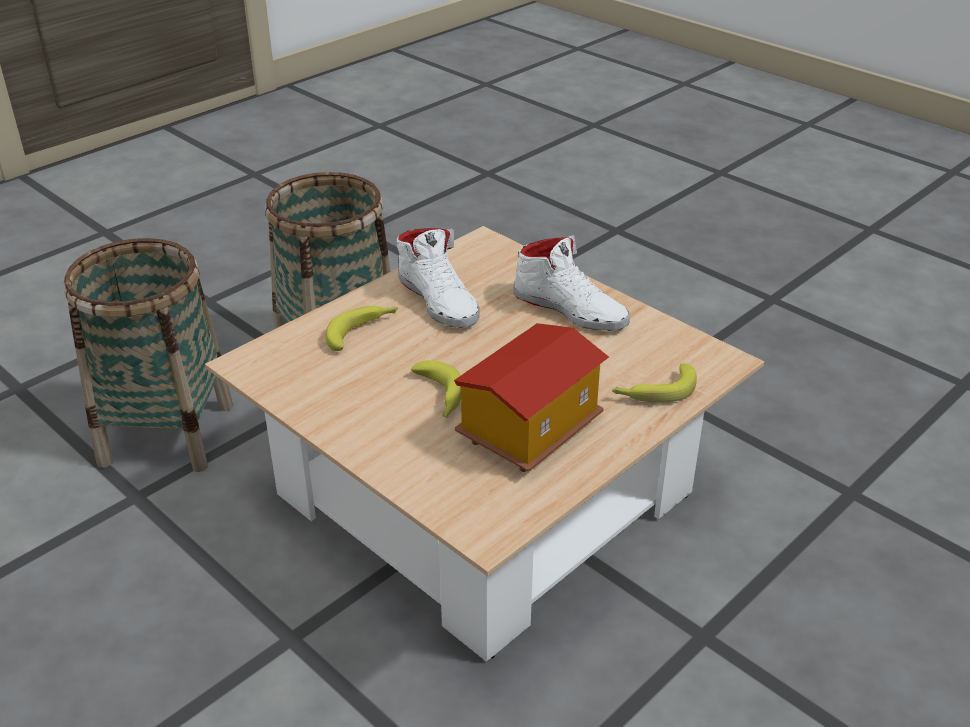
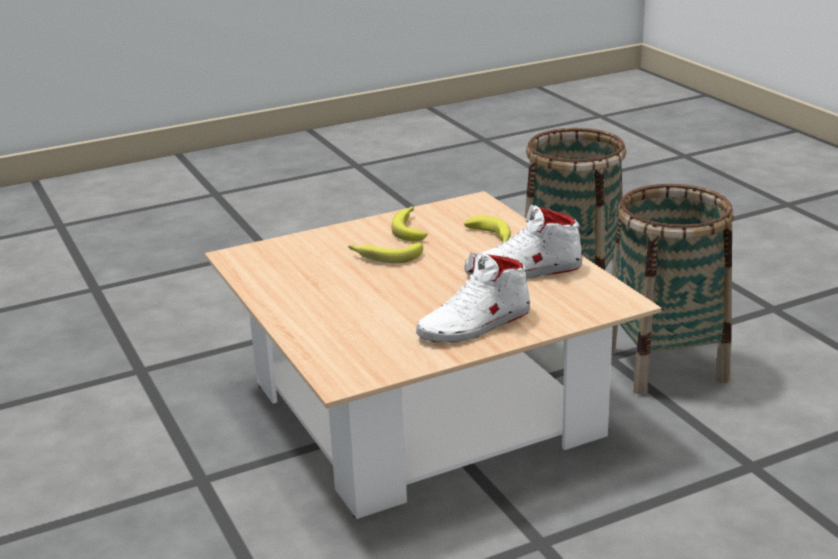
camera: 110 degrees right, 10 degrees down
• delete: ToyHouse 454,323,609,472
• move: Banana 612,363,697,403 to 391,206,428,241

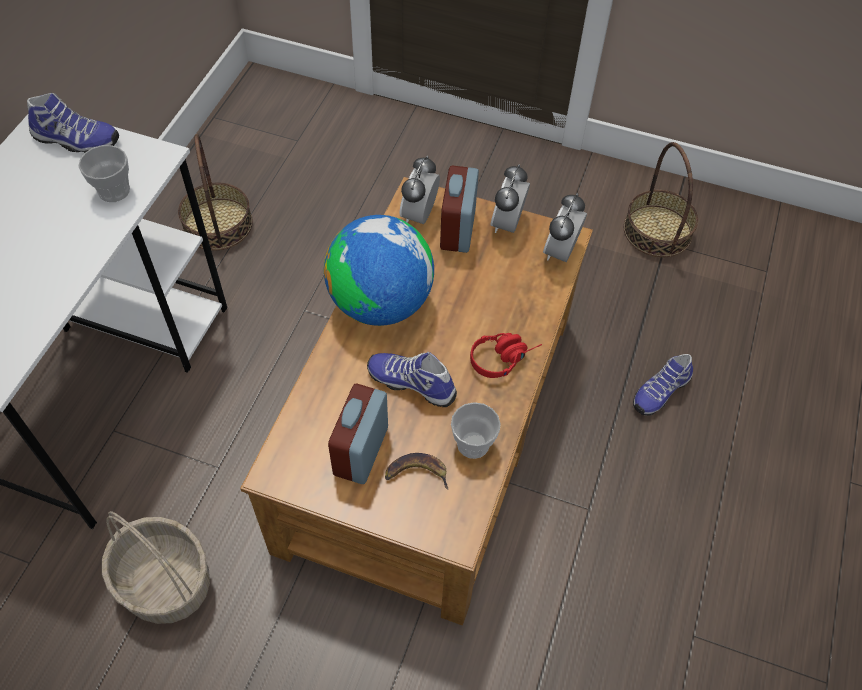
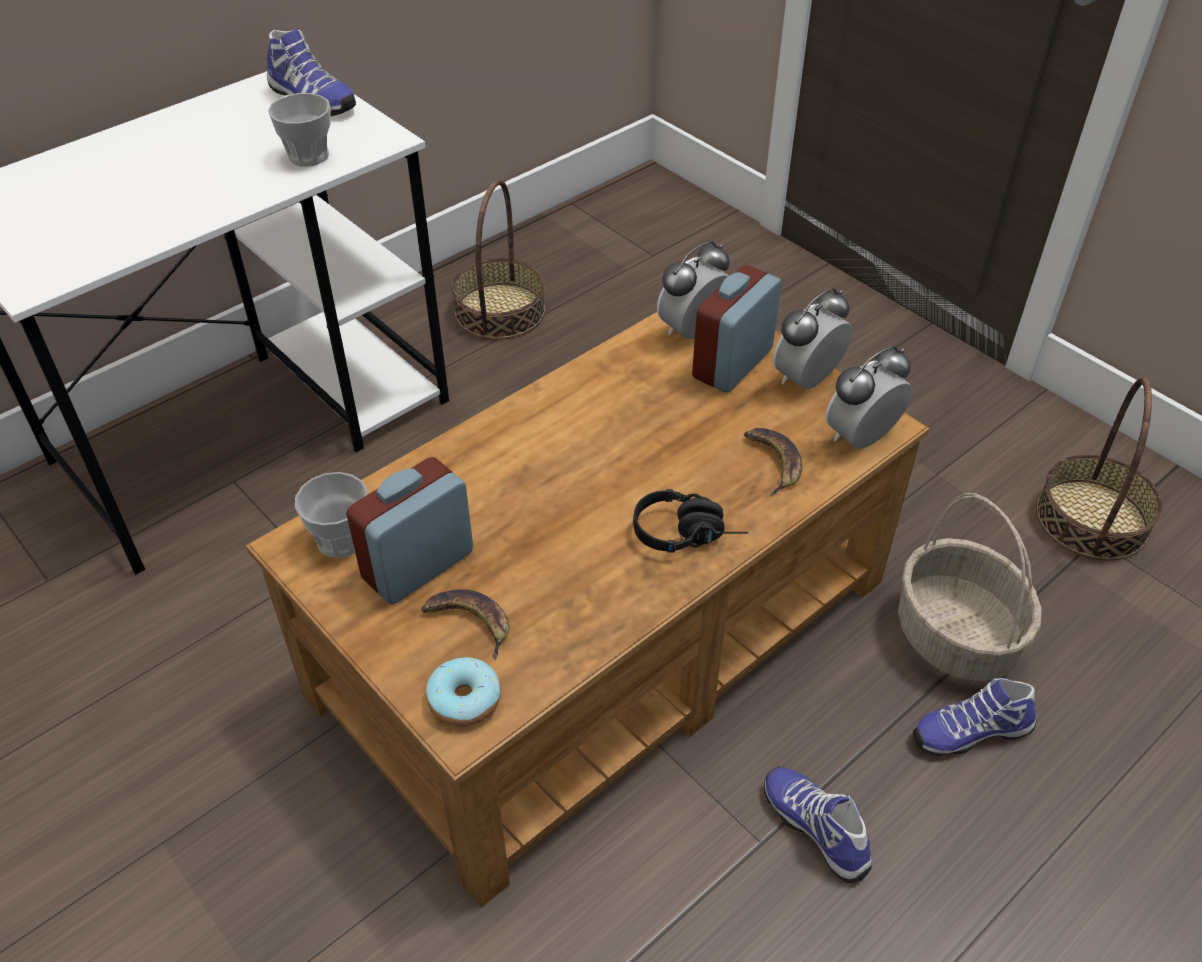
camera: 30 degrees right, 10 degrees down
• move: Basket 102,511,210,624 to 898,493,1042,681
• delete: Globe 324,215,434,326
• move: Shoe 367,352,457,407 to 764,766,871,883
• move: Cup 451,402,501,459 to 295,472,368,558
• recolor: RedHeadphones 470,333,542,378 to BlackHeadphones 633,489,748,553
• insert: Donut 426,657,501,727
• insert: Banana 744,428,802,496

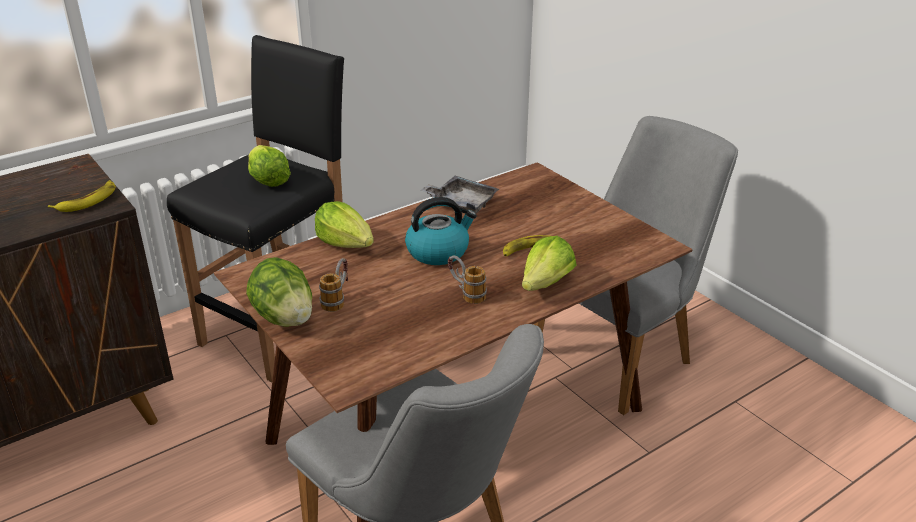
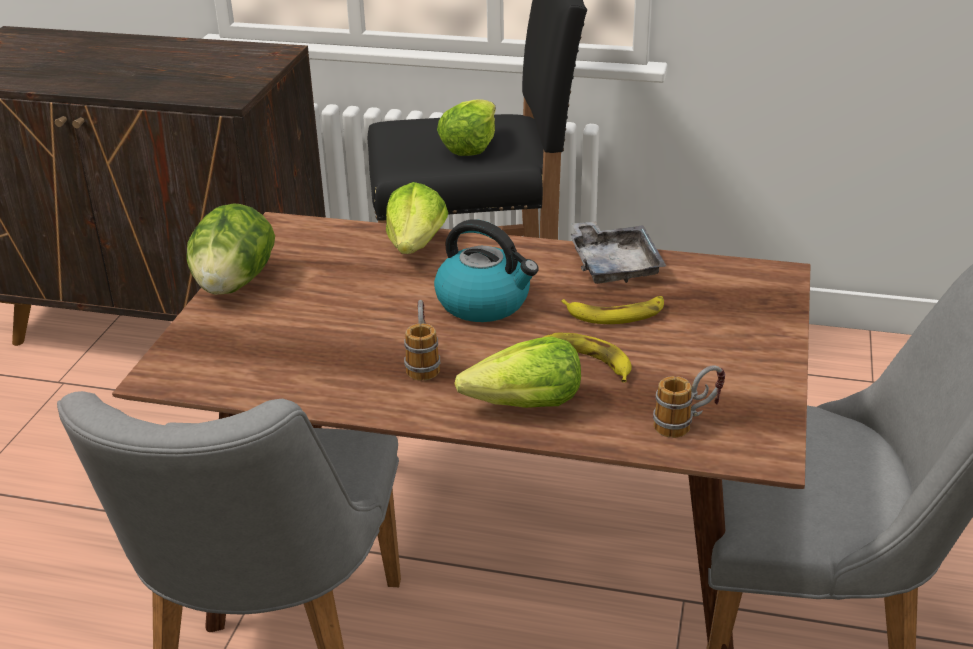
camera: 50 degrees right, 0 degrees up
• move: Banana 48,180,116,212 to 561,296,664,324
• move: Mug 319,258,348,312 to 653,365,725,438

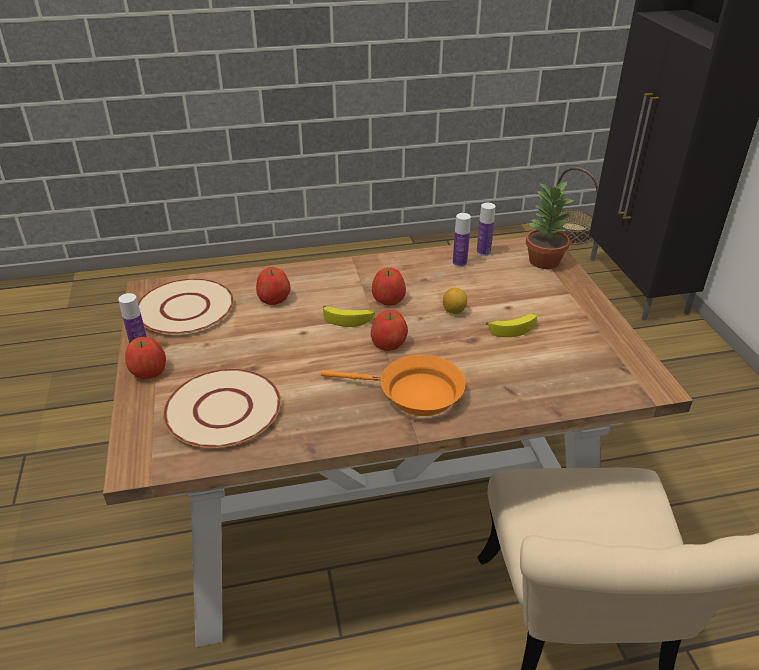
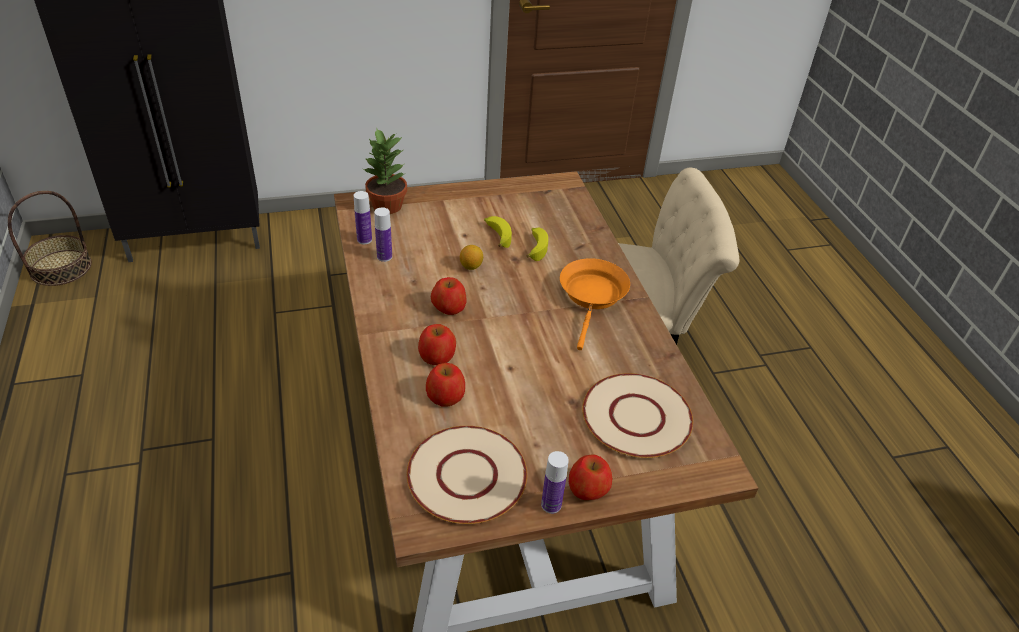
camera: 95 degrees left, 5 degrees up
• move: Banana 323,306,375,327 to 526,228,548,261
• move: Apple 371,310,408,351 to 418,324,456,365

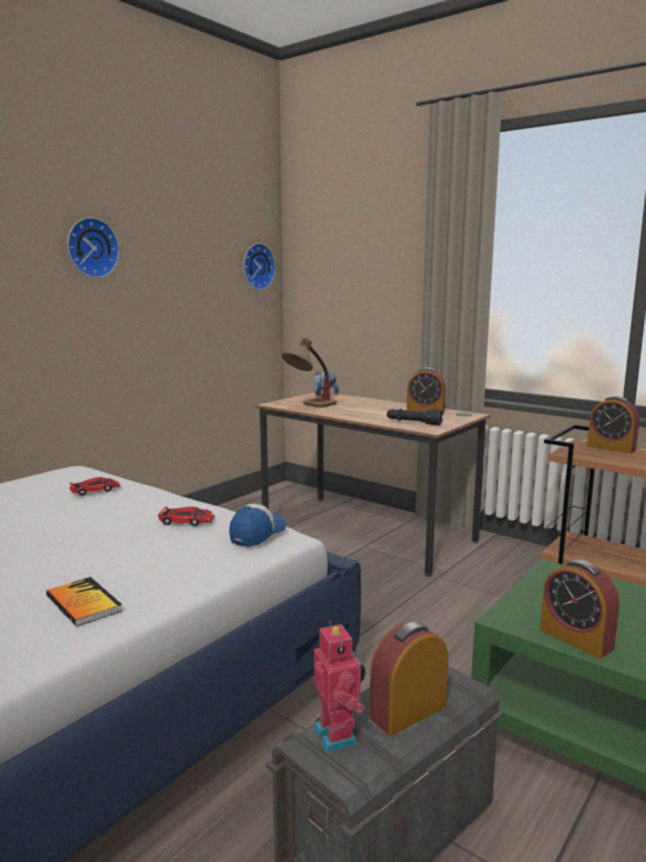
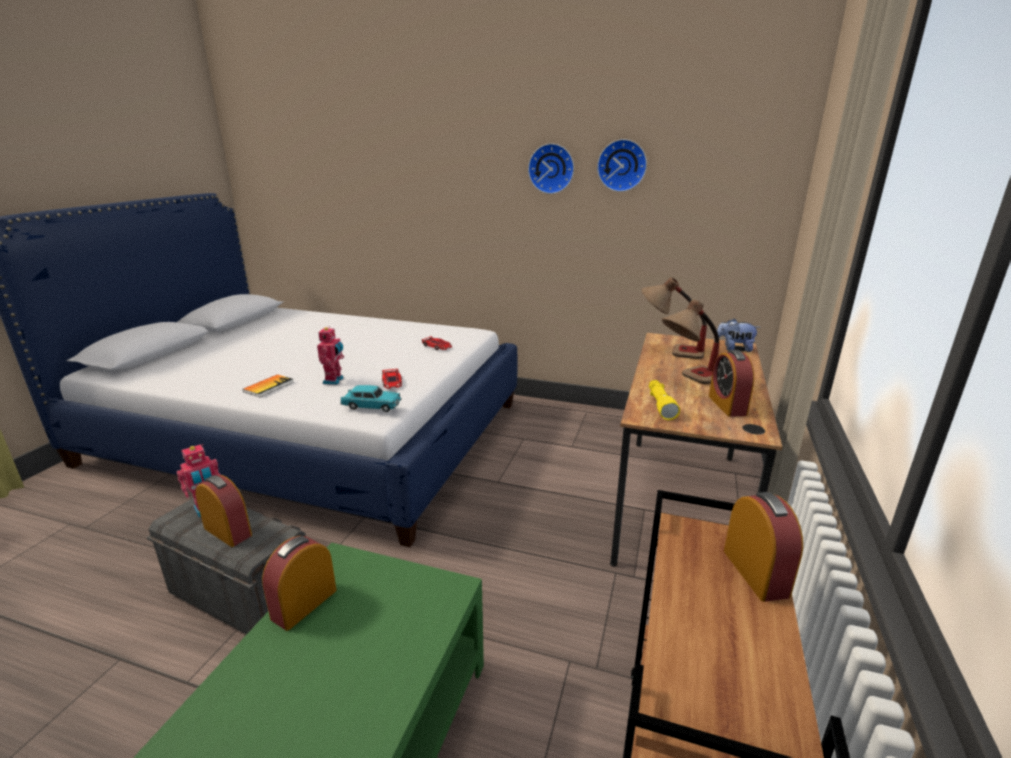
camera: 70 degrees right, 10 degrees up
• replace: Cap 229,504,286,547 to TurquoiseToyCar 340,385,402,412
• move: WallClock 244,243,275,290 to 597,139,647,192
• recolor: BlackFlashlight 387,408,443,426 to YellowFlashlight 649,380,680,420
• rotate: AlarmClock 587,396,639,454 = 724,492,803,602 150 degrees clockwise
• insert: ToyRobot 317,326,344,385
• insert: TableLamp 662,299,719,384

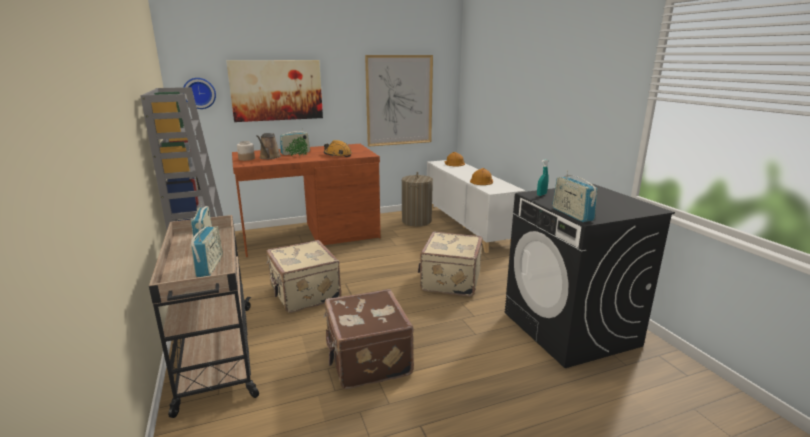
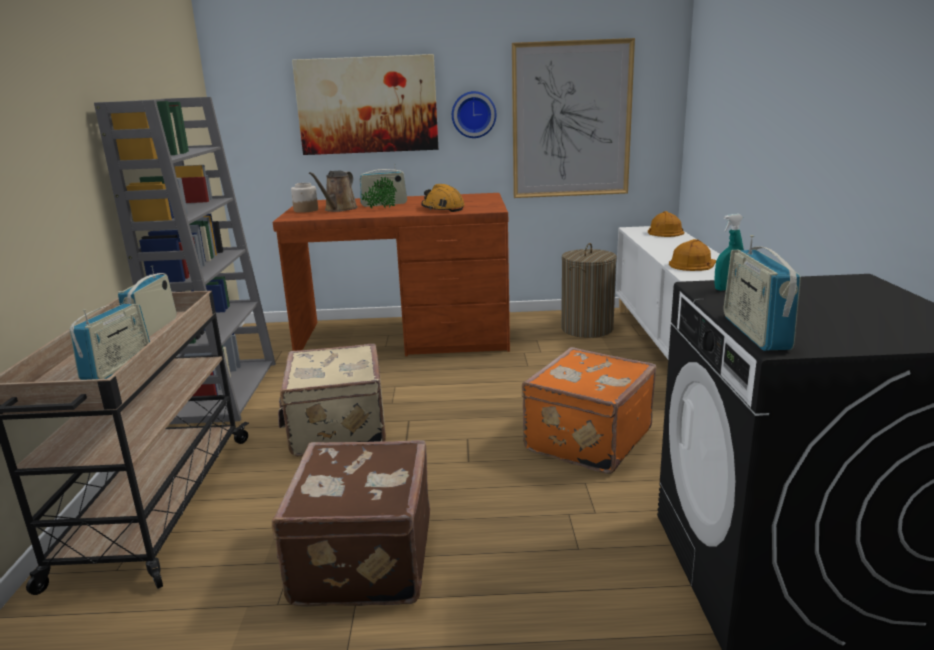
camera: 20 degrees right, 0 degrees up
• move: WallClock 184,78,216,109 to 452,91,496,138
• recolor: BeigeSuitcase 418,231,482,296 to OrangeSuitcase 522,347,657,474

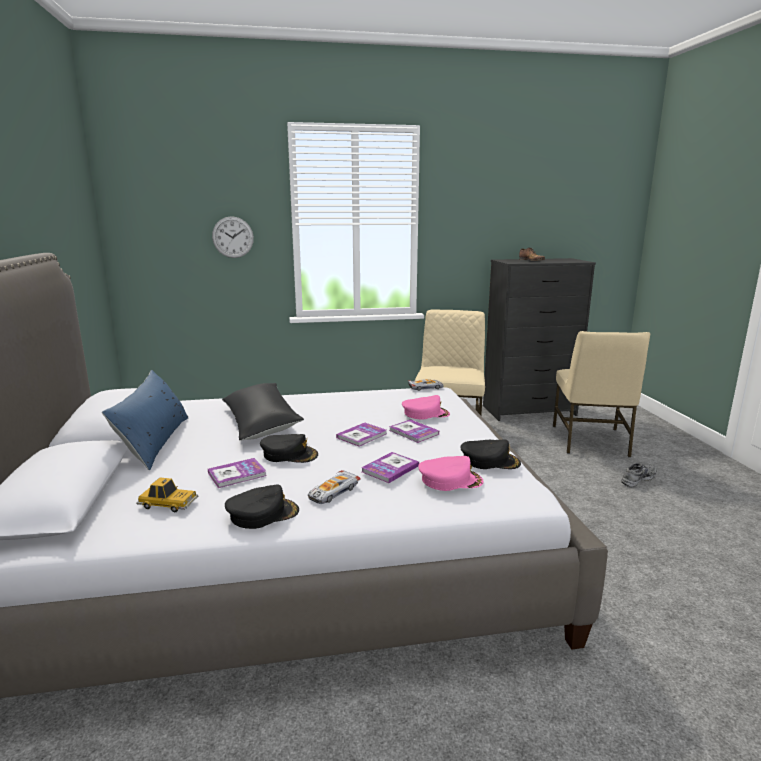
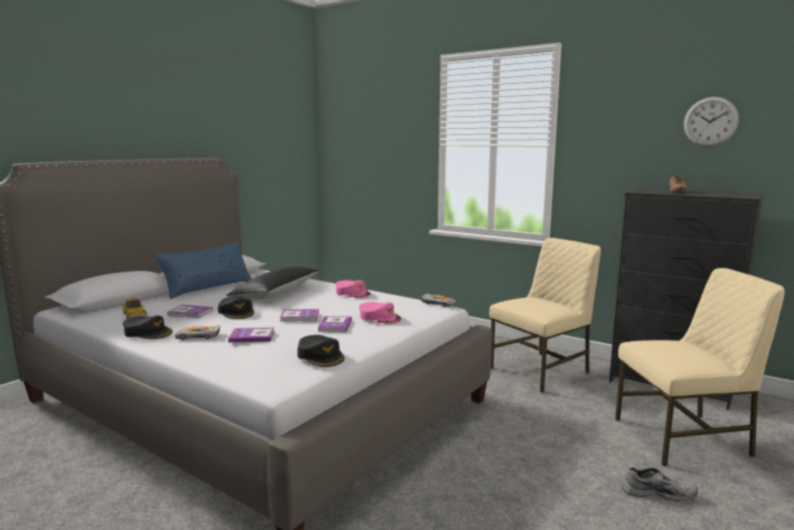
camera: 45 degrees right, 5 degrees down
• move: WallClock 212,216,254,258 to 684,97,739,147
• move: PinkCap 418,456,484,491 to 335,280,371,298
• rotate: BeigeChair 553,331,650,457 = 615,268,785,466 150 degrees counterclockwise

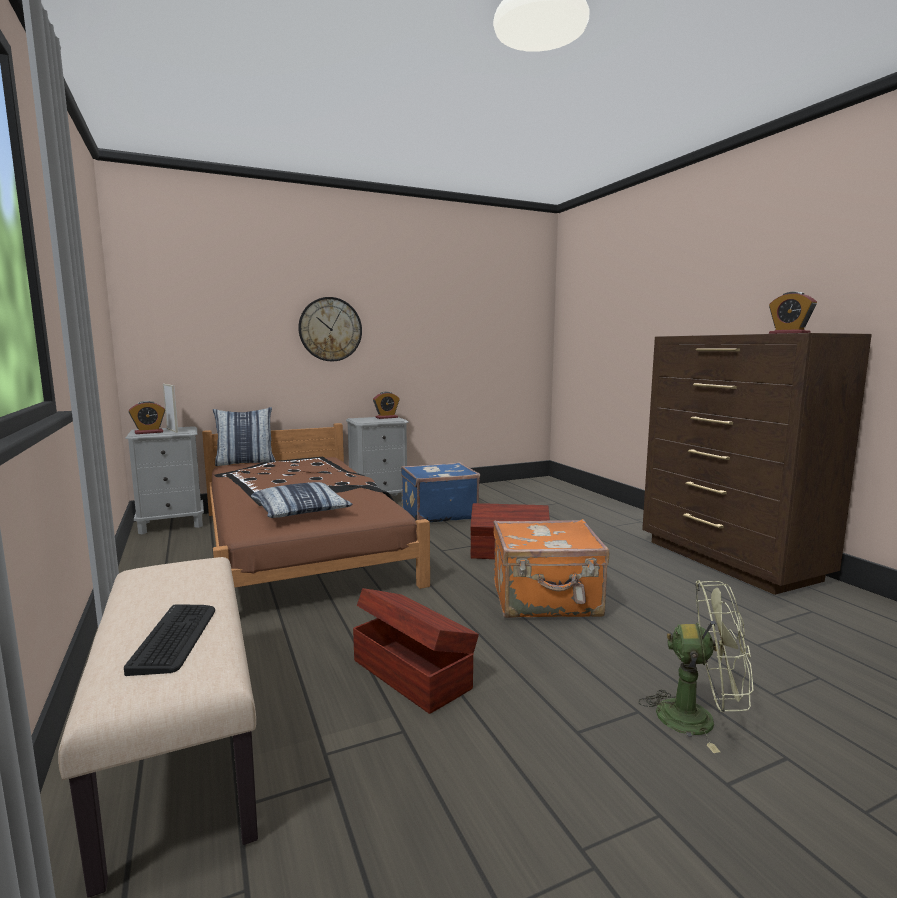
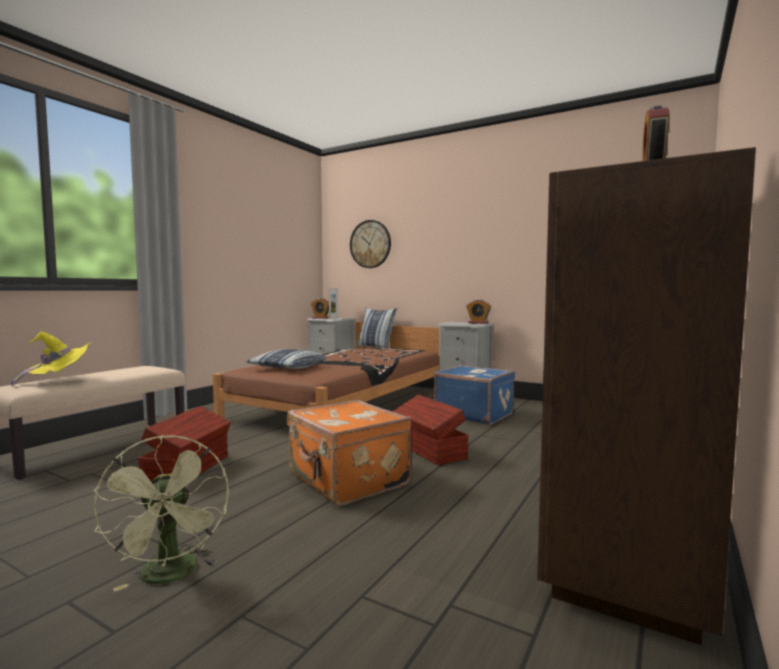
camera: 55 degrees right, 5 degrees down
• replace: Keyboard 124,604,215,676 to YellowHat 11,331,90,387
• move: WallClock 298,297,362,362 to 350,220,391,268

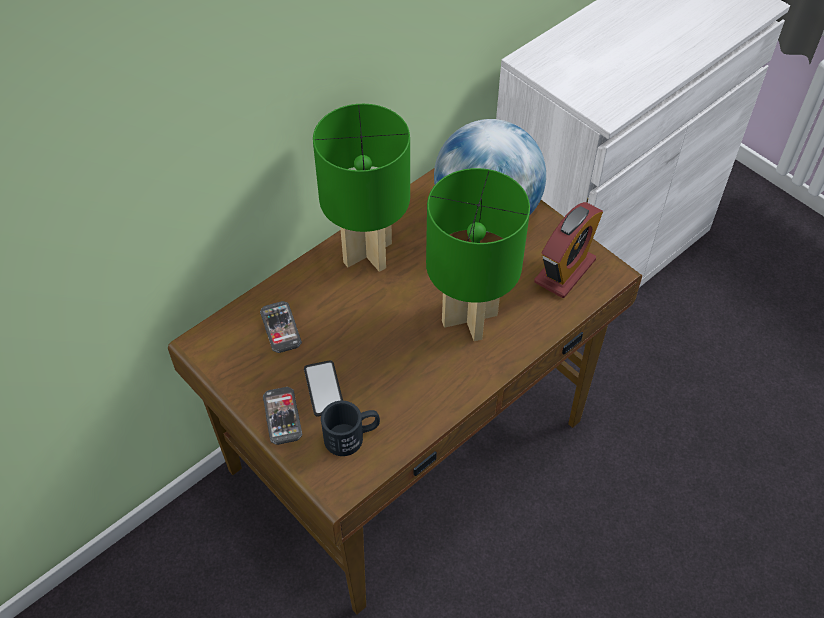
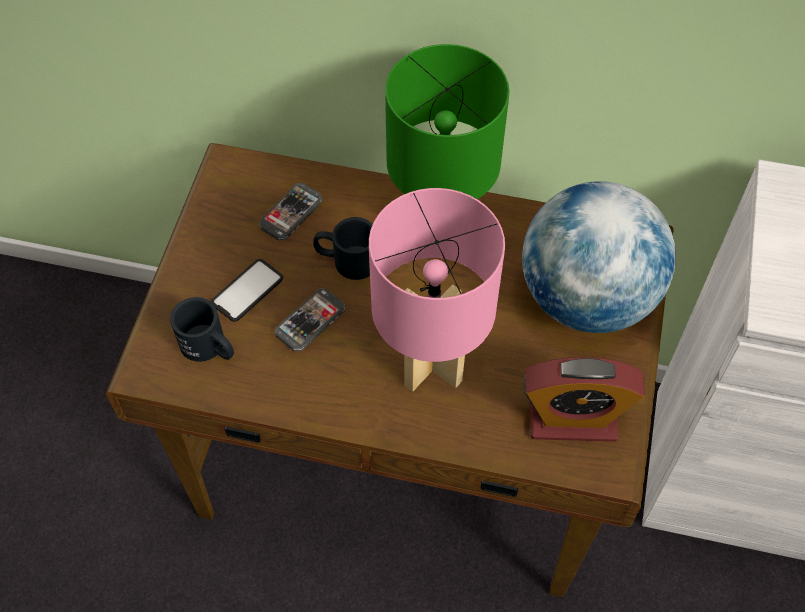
camera: 55 degrees right, 5 degrees up
• move: Phone 263,387,302,445 to 275,289,345,351
• recolor: GreenTableLamp 426,168,530,341 to PinkTableLamp 369,188,505,392
• insert: BlackMug 313,217,373,280

